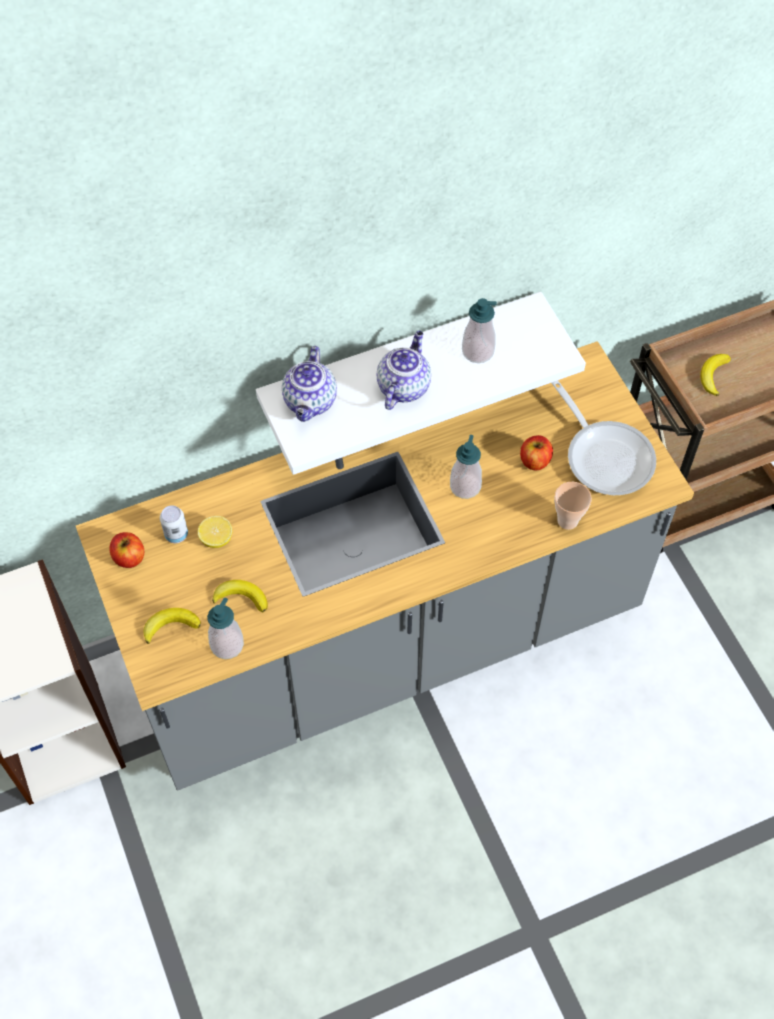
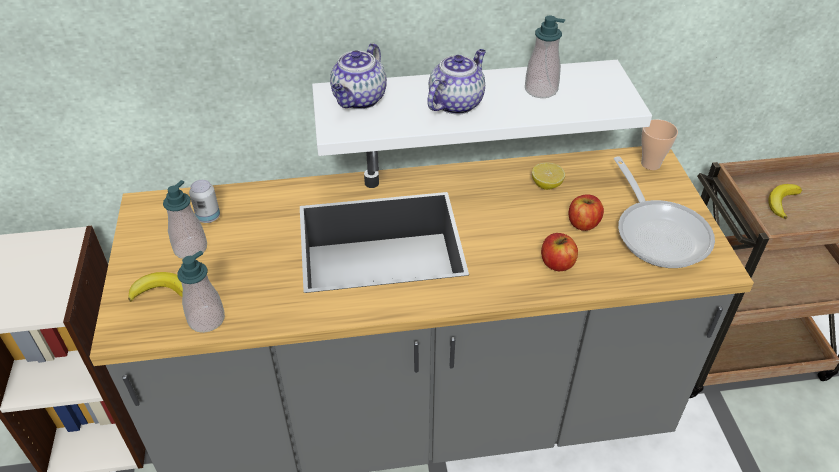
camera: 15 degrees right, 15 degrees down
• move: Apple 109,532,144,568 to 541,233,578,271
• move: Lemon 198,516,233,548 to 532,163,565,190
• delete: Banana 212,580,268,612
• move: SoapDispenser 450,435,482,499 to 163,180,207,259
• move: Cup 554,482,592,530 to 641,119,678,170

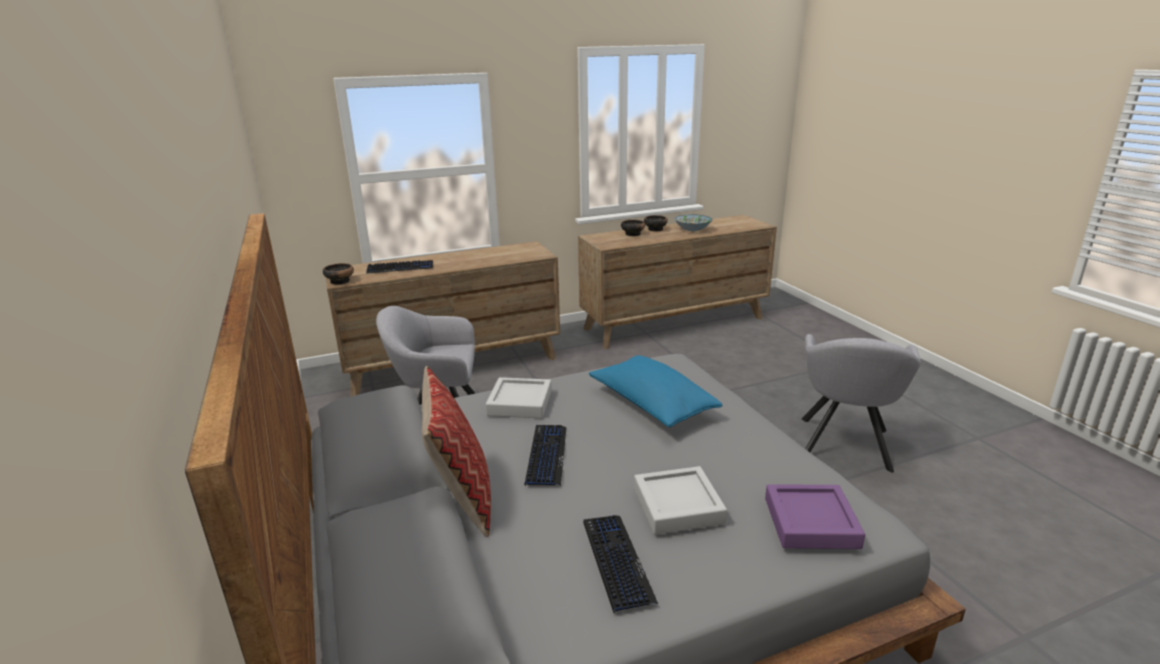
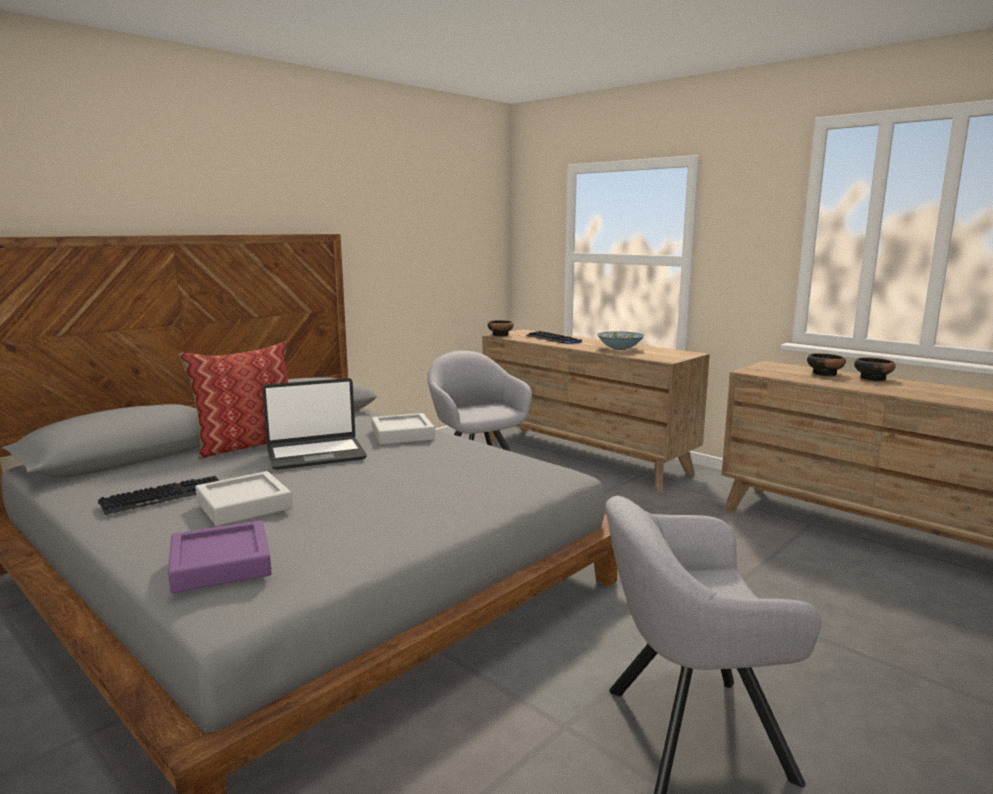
camera: 65 degrees right, 10 degrees down
• replace: Keyboard 524,425,566,486 to Laptop 262,378,367,470
• delete: BluePillow 589,355,723,427
• move: Bowl 674,214,713,231 to 597,331,644,350

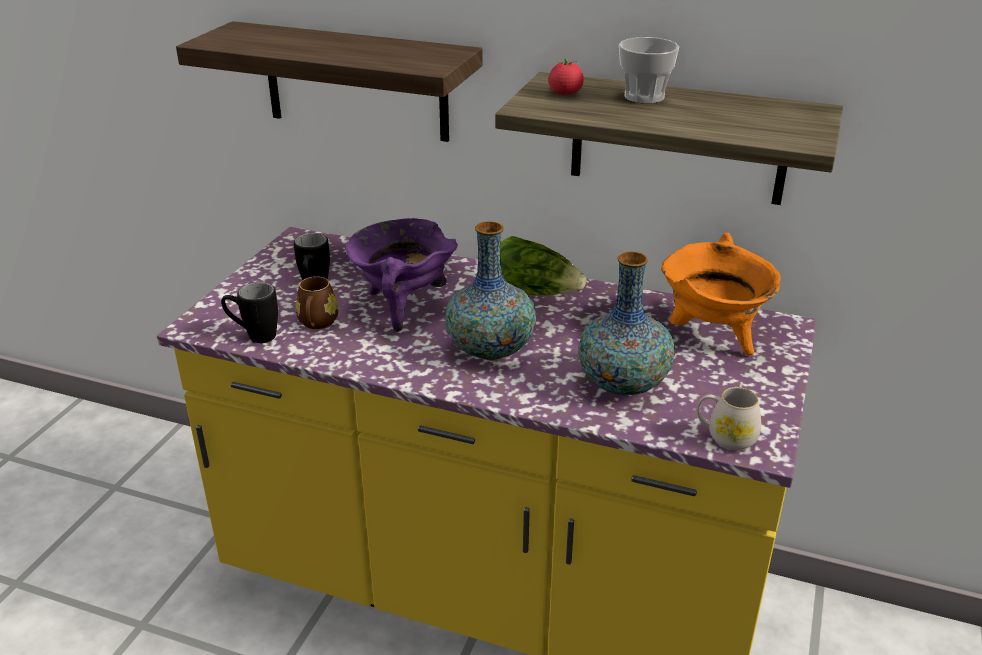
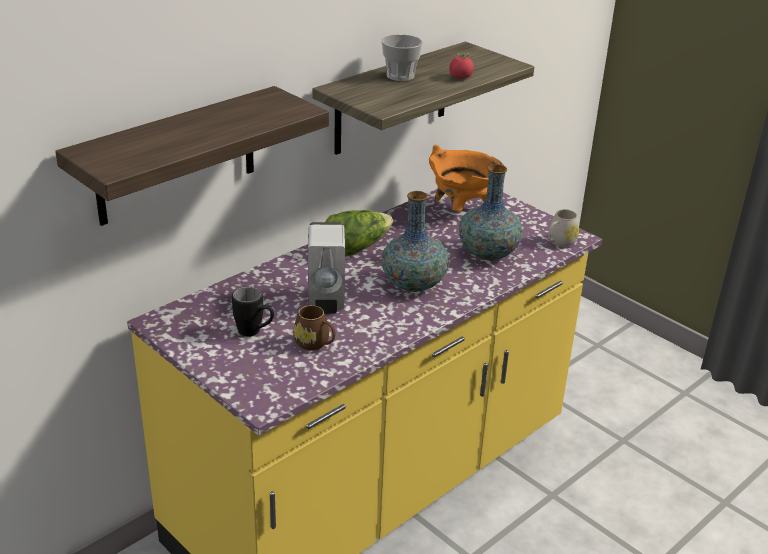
camera: 65 degrees left, 0 degrees up
• delete: BlackMug 221,282,278,343
• replace: PurpleCookingPot 346,218,458,332 to WhiteSoapDispenser 308,222,345,314
• move: Tomato 549,57,584,95 to 449,53,474,79

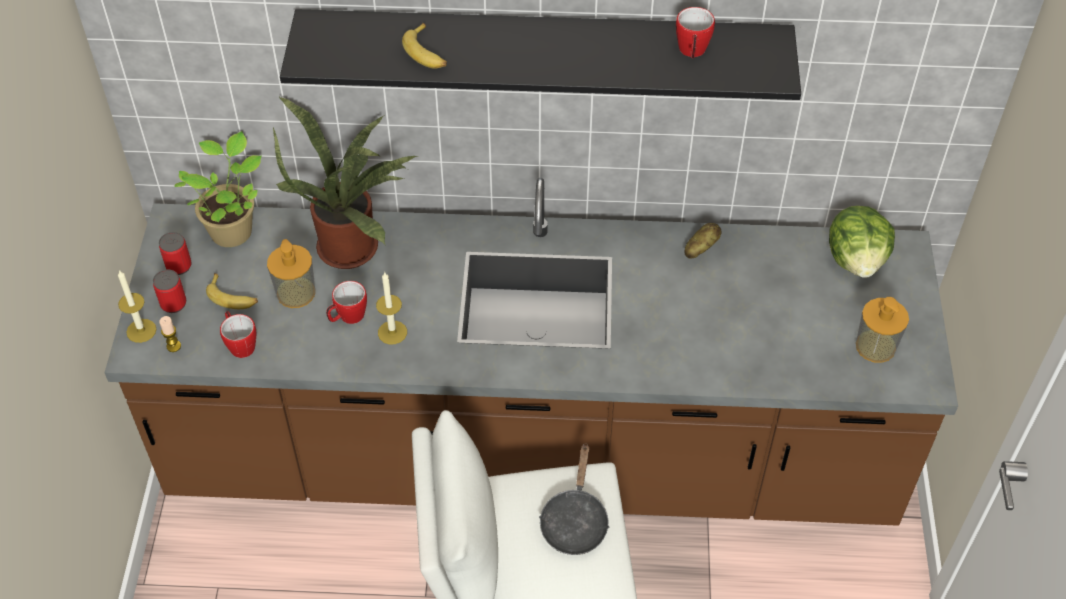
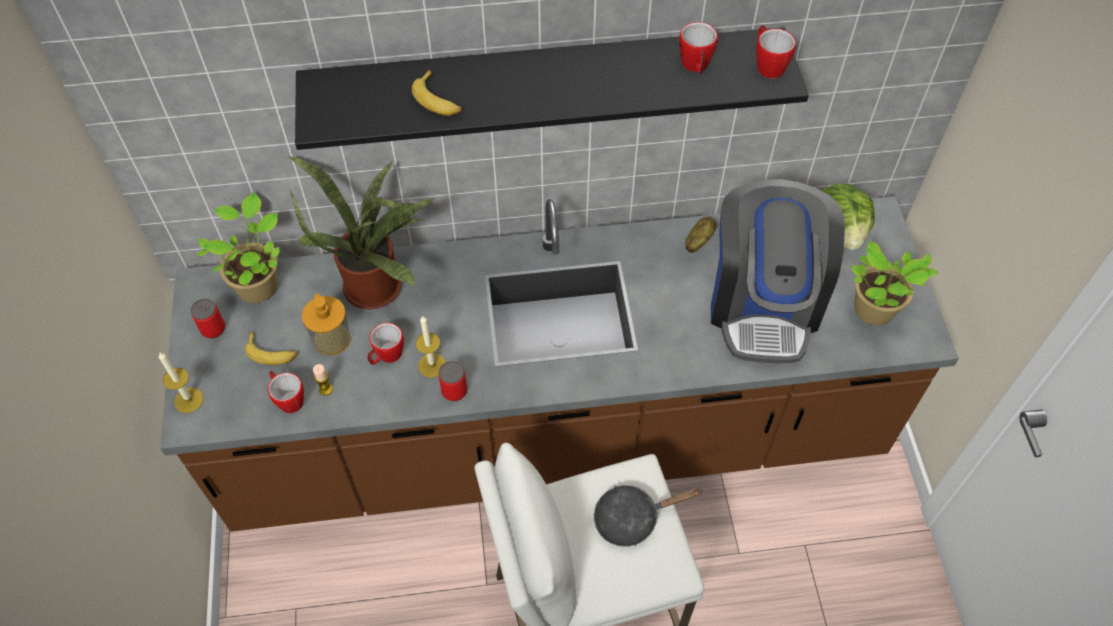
camera: 10 degrees left, 5 degrees up
• move: Can 153,269,186,313 to 438,361,467,401
• move: Candle 159,316,181,352 to 313,364,333,395
• rotate: BlackFryingPan 539,443,609,555 = 594,485,700,547 75 degrees clockwise
• replace: SoapDispenser 856,297,909,363 to PottedPlant 851,241,939,326
• insert: CoffeeMachine 711,179,845,363
• insert: Mug 756,25,796,79

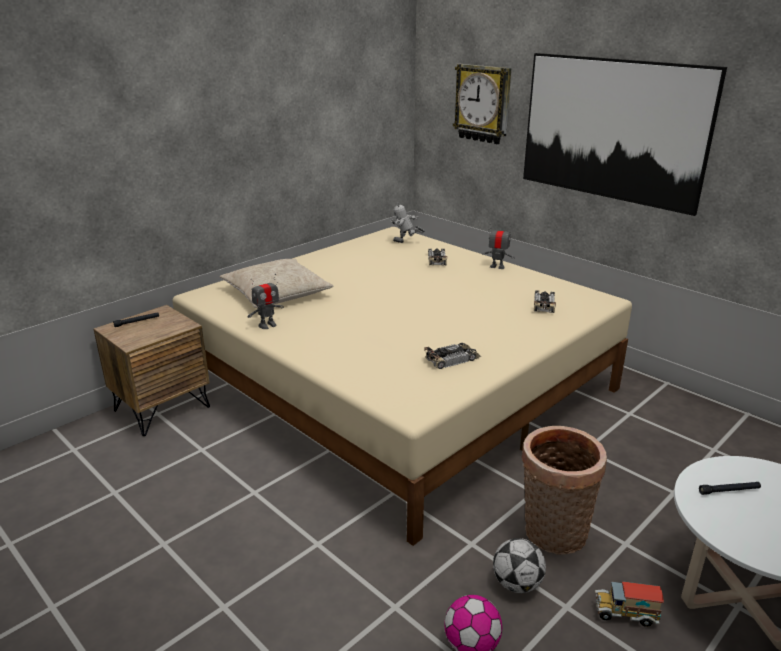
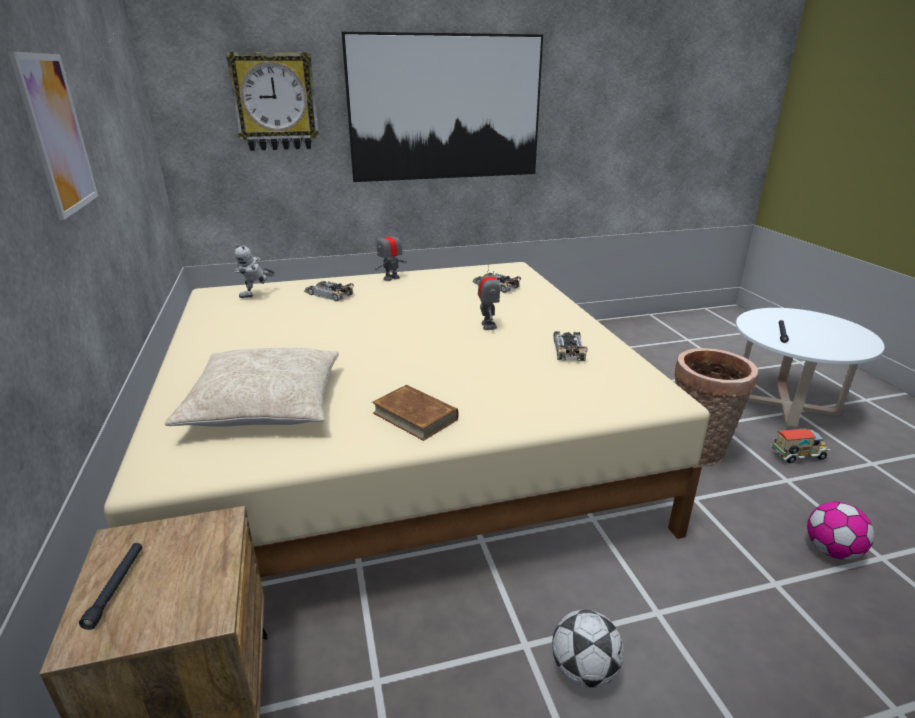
camera: 60 degrees left, 0 degrees up
• move: ToyRobot 247,274,284,329 to 478,263,500,330
• move: Football 493,538,546,593 to 552,610,624,688
• rotate: ToyTruck 595,581,664,627 = 771,429,831,463 135 degrees counterclockwise
• insert: Picture 8,52,98,220
• insert: BrownBook 372,385,459,441

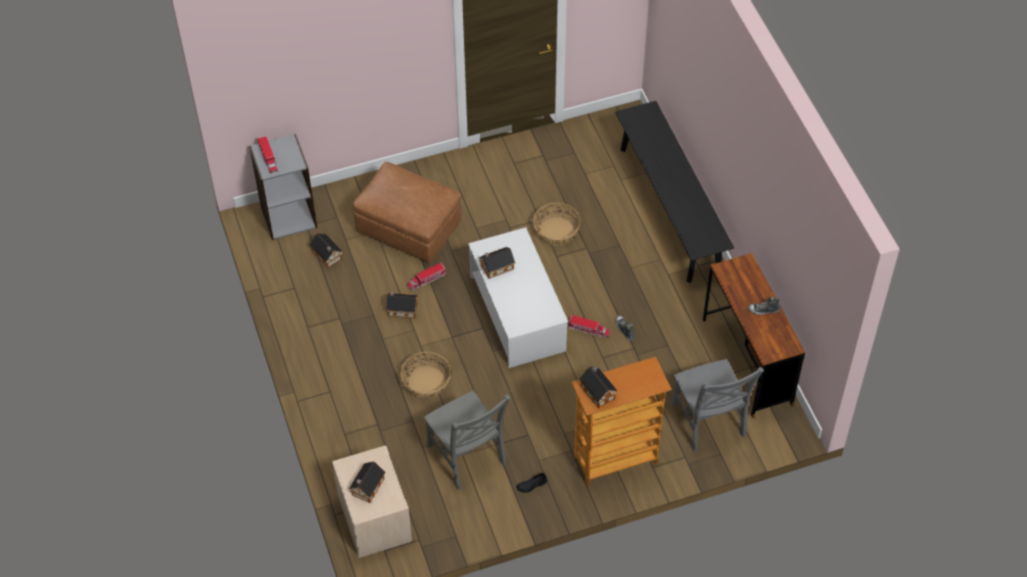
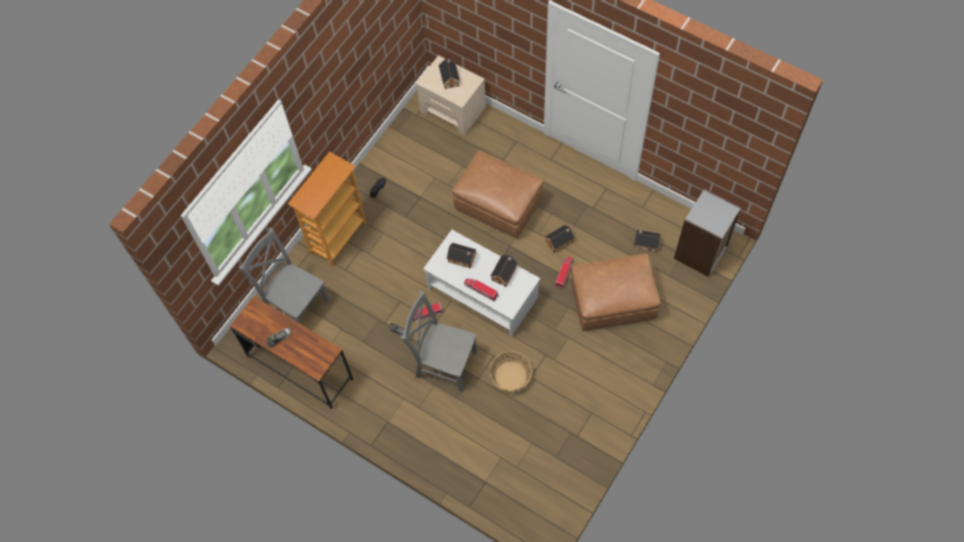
camera: 145 degrees right, 10 degrees up
• move: ToyTruck 258,136,278,174 to 464,278,498,301
• replace: Basket 400,351,451,398 to BrownOttoman 453,150,543,238
• move: GreyChair 424,391,511,490 to 401,291,477,392
• move: ToyHouse 579,367,617,409 to 447,243,477,269
• delete: BlackBench 615,101,734,283

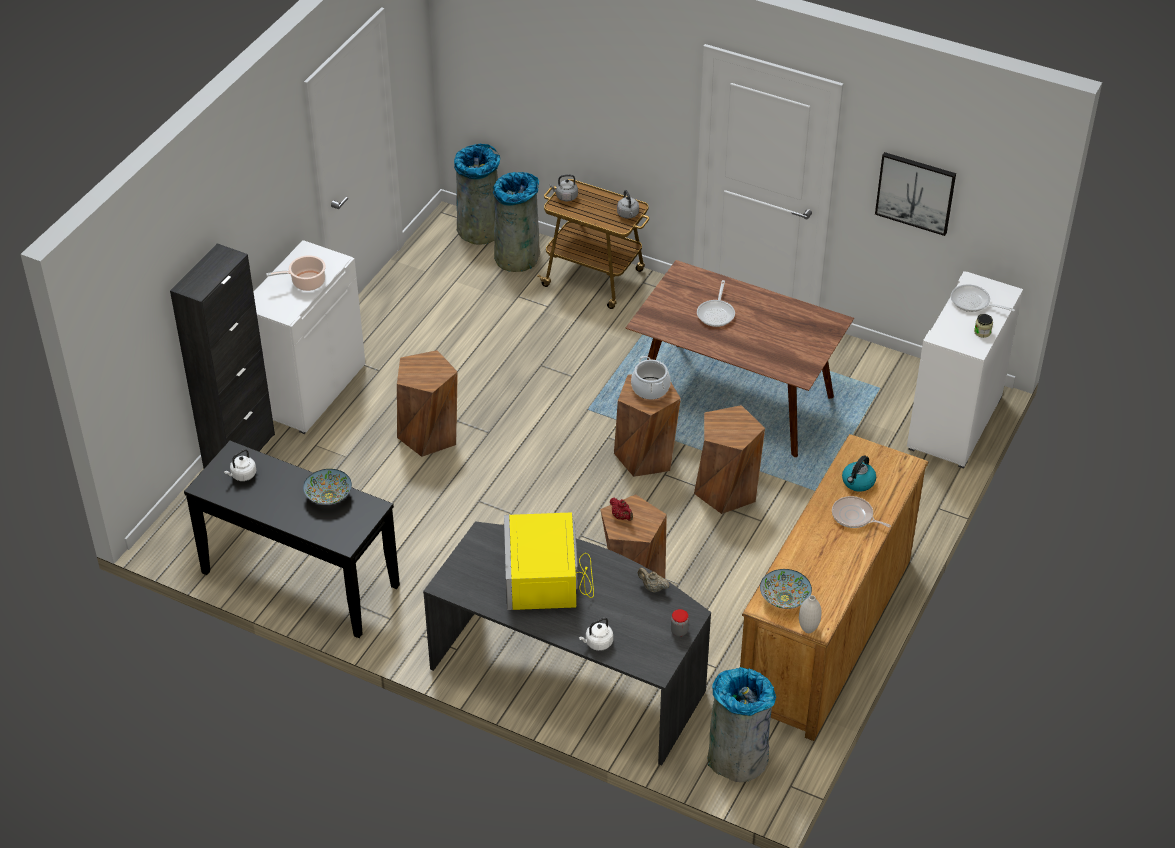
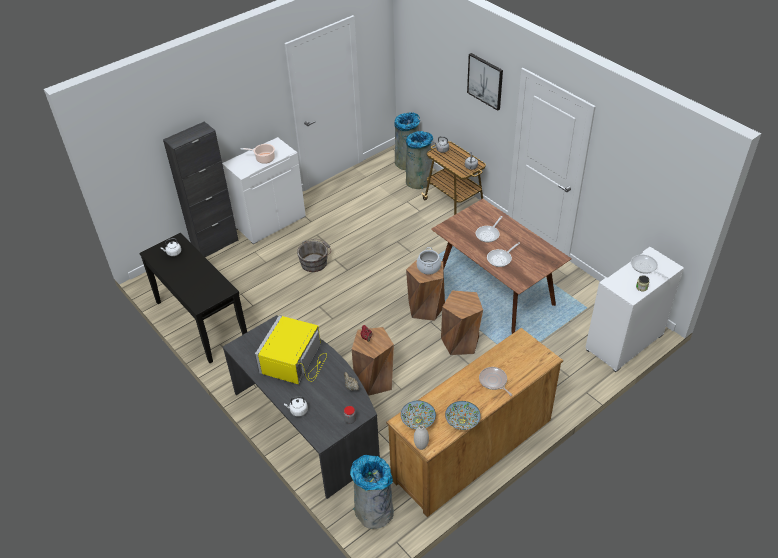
camera: 25 degrees right, 0 degrees up
• move: Bowl 303,469,352,505 to 445,401,481,430
• replace: BrownStool 397,350,458,457 to GreyBucket 297,239,331,272
• delete: Kettle 842,455,876,492
• move: Picture 875,152,956,236 to 467,53,503,111
• insert: FryingPan 487,242,520,267

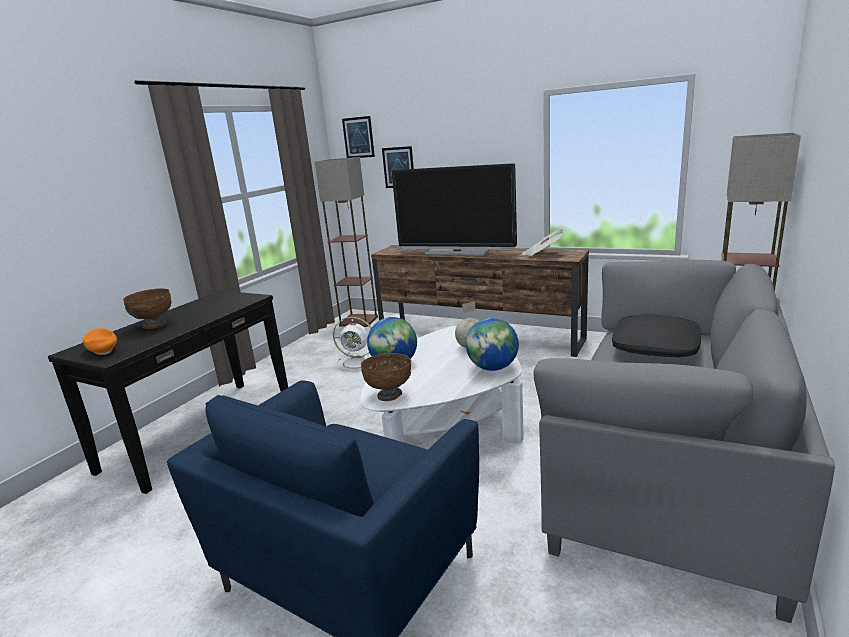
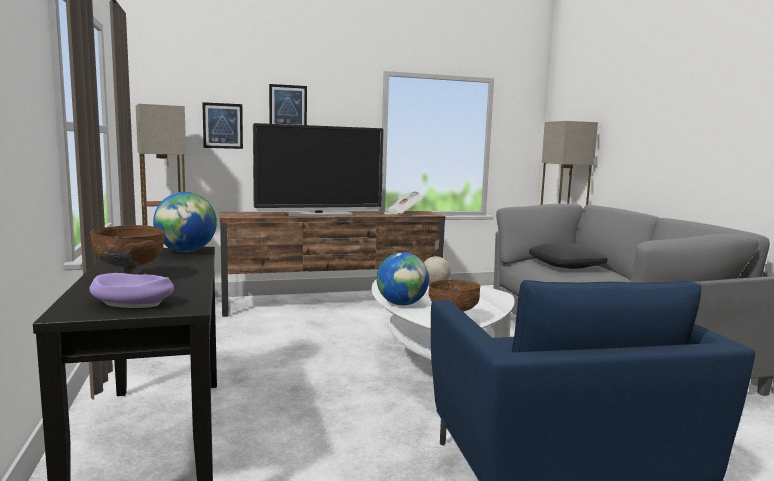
camera: 45 degrees left, 10 degrees down
• recolor: OrangeBowl 82,328,117,355 to PurpleBowl 89,273,174,308
• delete: WhiteFan 333,317,372,371
• move: Picture 342,116,375,158 to 269,84,307,125
• move: Globe 466,318,519,371 to 153,192,217,252

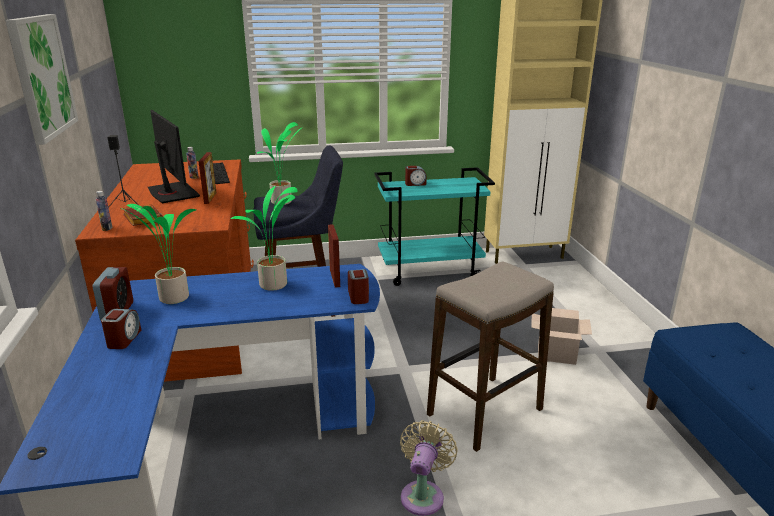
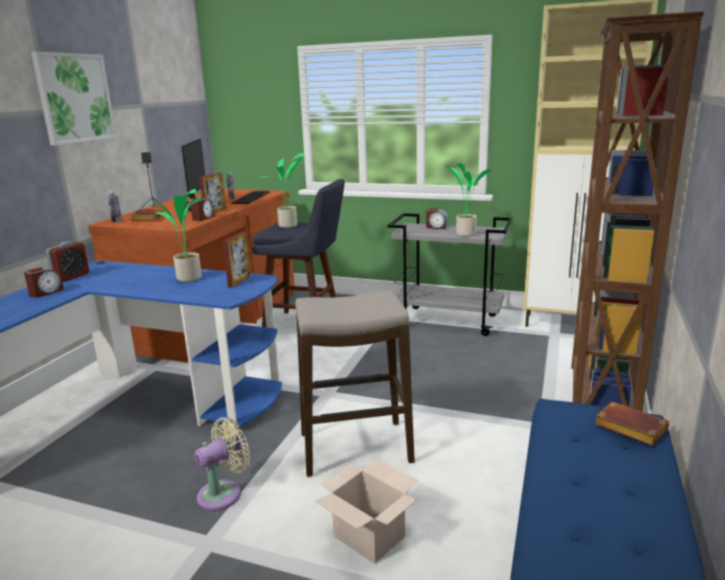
camera: 30 degrees right, 5 degrees down
• move: PottedPlant 120,204,197,304 to 446,163,492,237
• move: AlarmClock 348,269,369,304 to 190,197,215,221
• recolor: TurquoiseCart 374,167,495,286 to GreyCart 388,213,512,336
• move: CardboardBox 531,308,592,365 to 315,458,419,564
• insert: BrownBookcase 571,11,704,412
• insert: BrownBook 594,402,669,446

